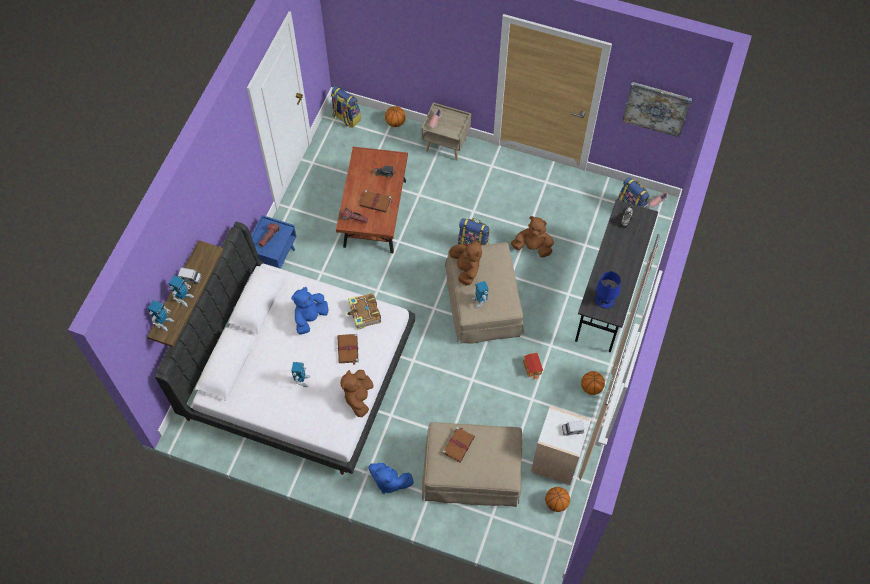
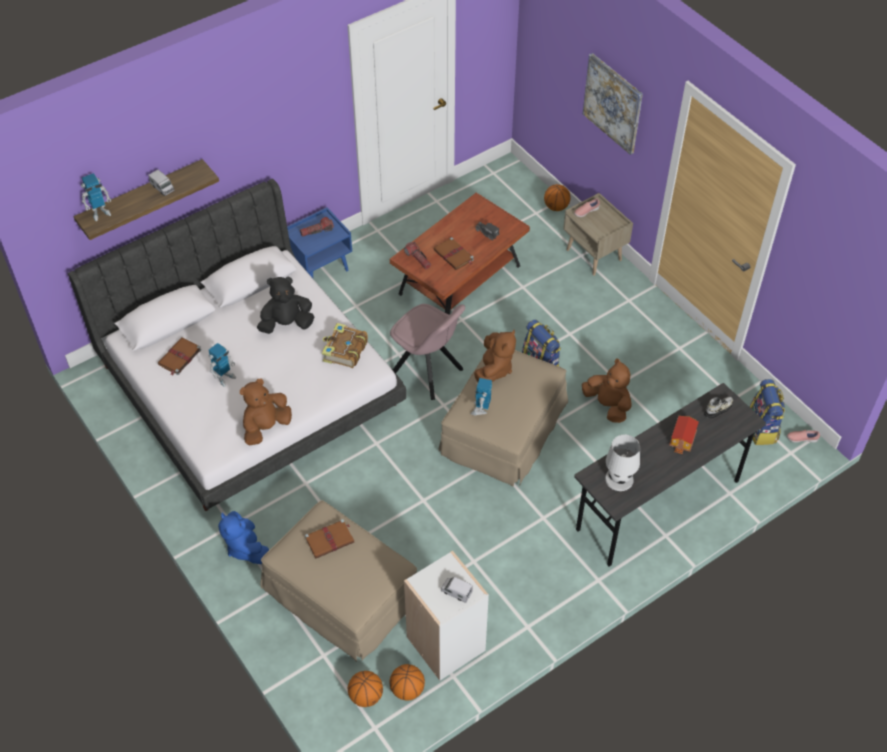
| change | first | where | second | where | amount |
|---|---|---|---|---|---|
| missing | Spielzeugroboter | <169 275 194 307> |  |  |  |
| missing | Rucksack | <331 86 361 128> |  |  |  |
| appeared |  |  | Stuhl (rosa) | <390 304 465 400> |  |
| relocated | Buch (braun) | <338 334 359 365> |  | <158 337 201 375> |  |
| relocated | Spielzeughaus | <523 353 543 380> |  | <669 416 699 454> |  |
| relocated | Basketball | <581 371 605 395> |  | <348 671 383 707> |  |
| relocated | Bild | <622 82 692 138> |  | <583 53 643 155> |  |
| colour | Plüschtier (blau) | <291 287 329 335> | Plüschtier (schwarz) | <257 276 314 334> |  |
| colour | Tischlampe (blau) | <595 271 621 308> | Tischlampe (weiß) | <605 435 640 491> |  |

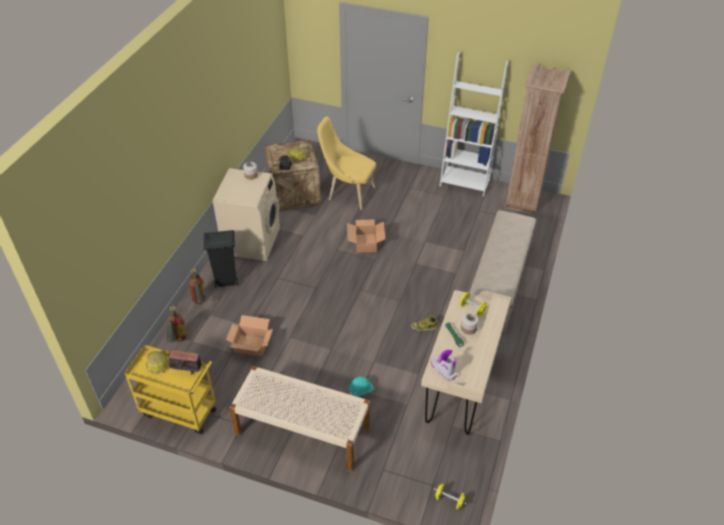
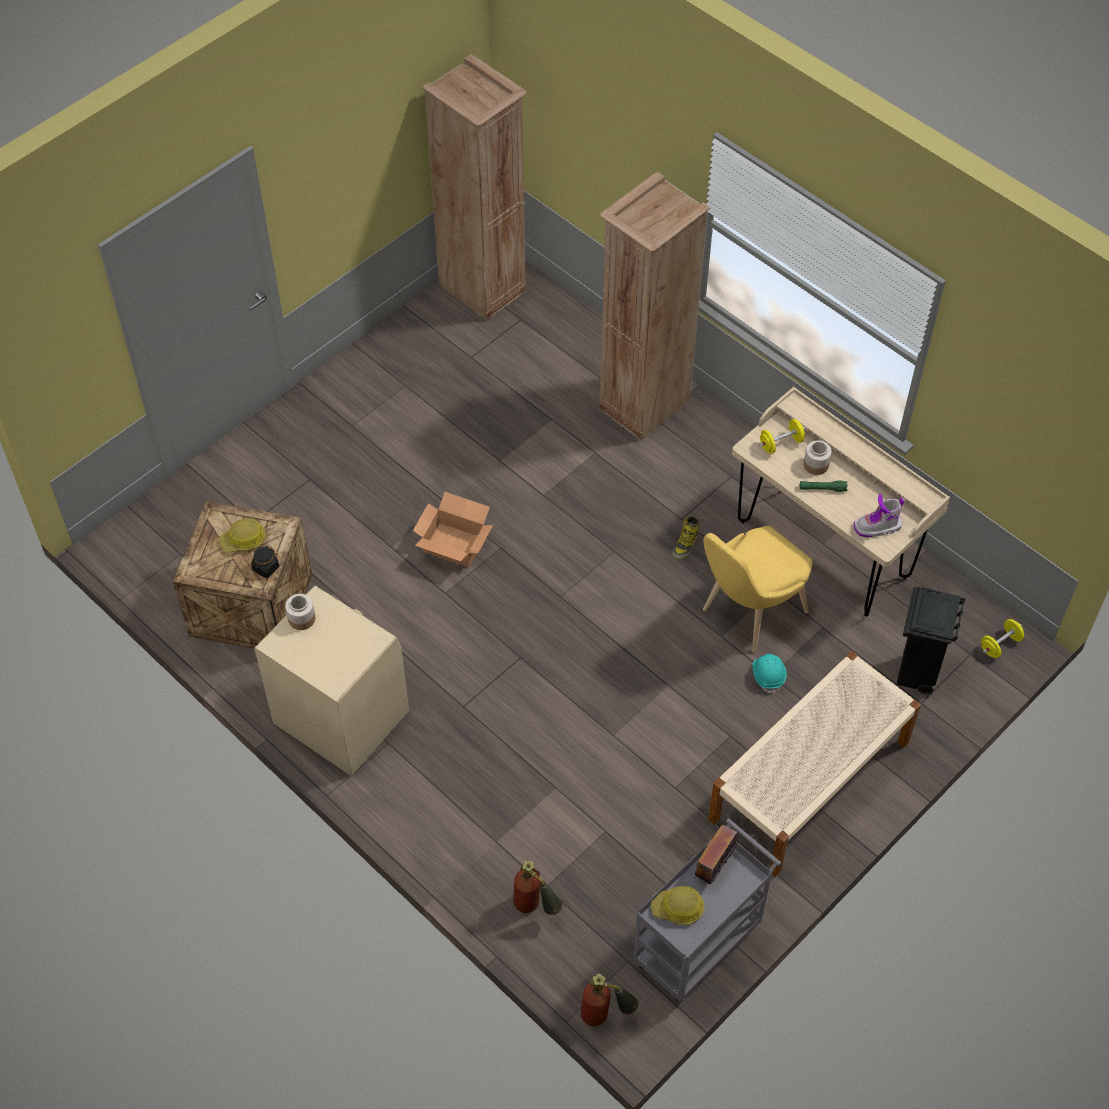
| change | first | where | second | where | amount |
|---|---|---|---|---|---|
| missing | Karton | <226 315 273 356> |  |  |  |
| missing | Bücherregal (weiß) | <439 52 508 197> |  |  |  |
| relocated | Feuerlöscher | <189 269 205 304> |  | <581 973 638 1026> |  |
| relocated | Mülleimer (schwarz) | <204 230 238 288> |  | <897 587 966 694> |  |
| relocated | Stuhl (gelb) | <317 116 376 210> |  | <703 526 813 653> |  |
| exchanged | Bank (beige) | <469 210 536 332> | Schrank (braun) | <599 172 711 440> |  |
| colour | Rollwagen (gelb) | <125 345 216 434> | Rollwagen (grau) | <633 818 782 1003> |  |

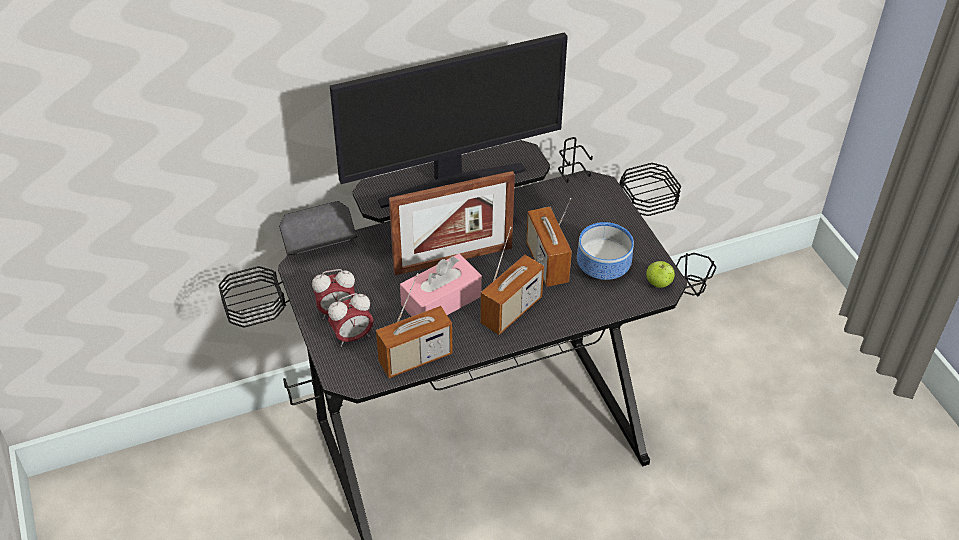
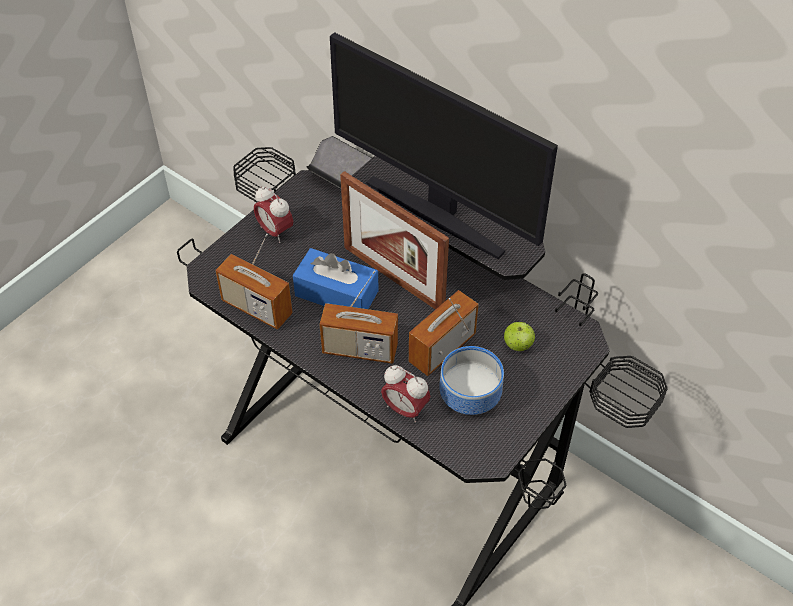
| change | first | where | second | where | amount |
|---|---|---|---|---|---|
| relocated | Wecker | <328 293 374 347> |  | <381 365 431 423> |  |
| relocated | Apfel | <646 261 675 288> |  | <504 322 535 351> |  |
| colour | Taschentuchbox (rosa) | <400 254 482 317> | Taschentuchbox (blau) | <293 248 379 309> |  |

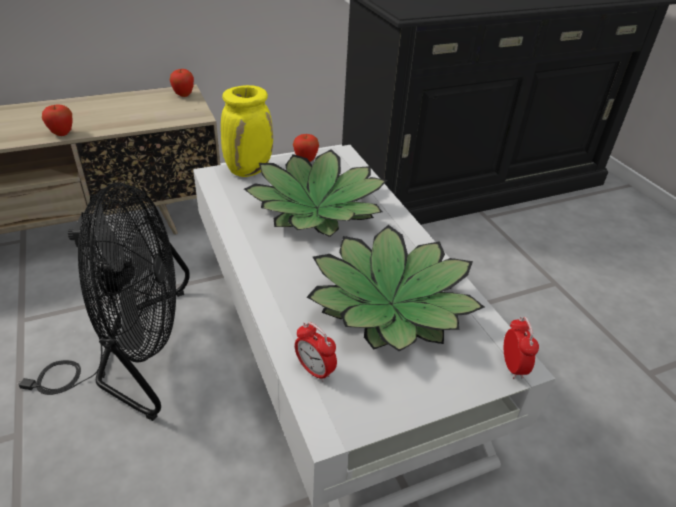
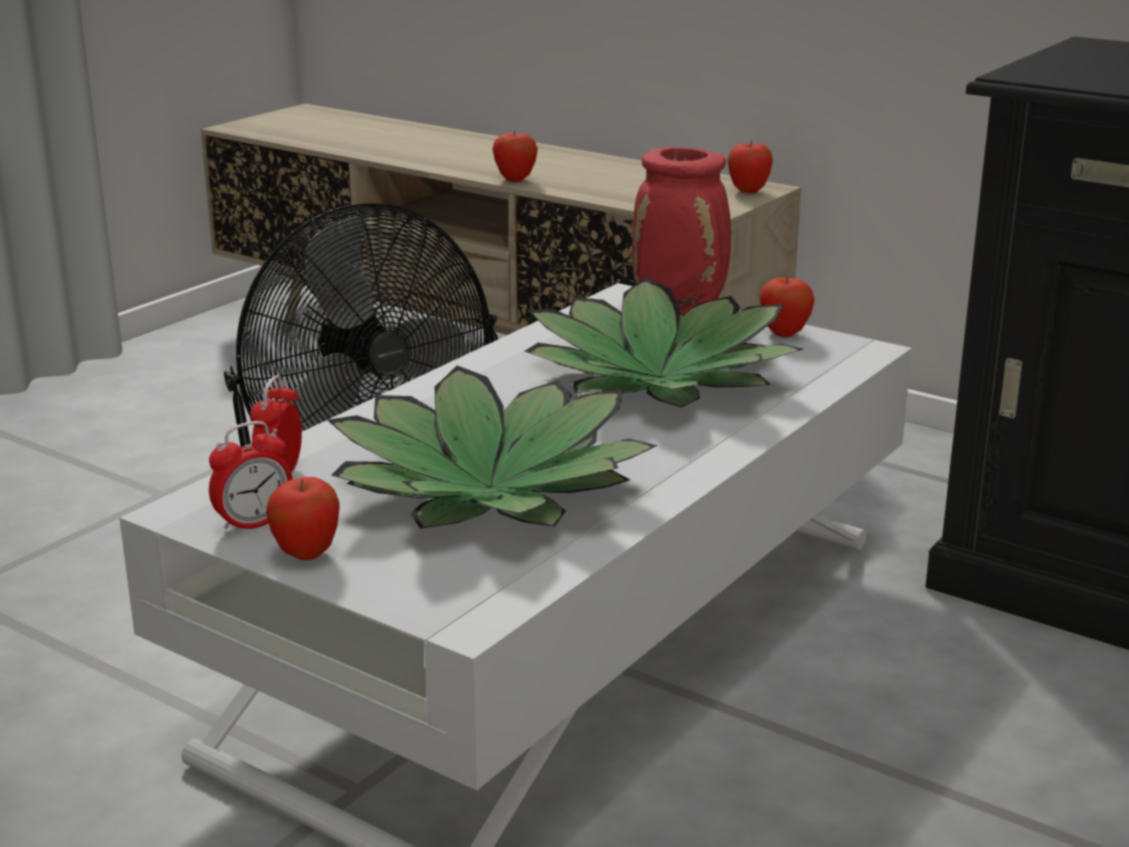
| change | first | where | second | where | amount |
|---|---|---|---|---|---|
| appeared |  |  | Apfel | <266 477 340 560> |  |
| relocated | Wecker | <504 316 539 379> |  | <209 421 293 535> |  |
| colour | Vase (gelb) | <221 85 273 177> | Vase (rot) | <632 147 731 316> |  |

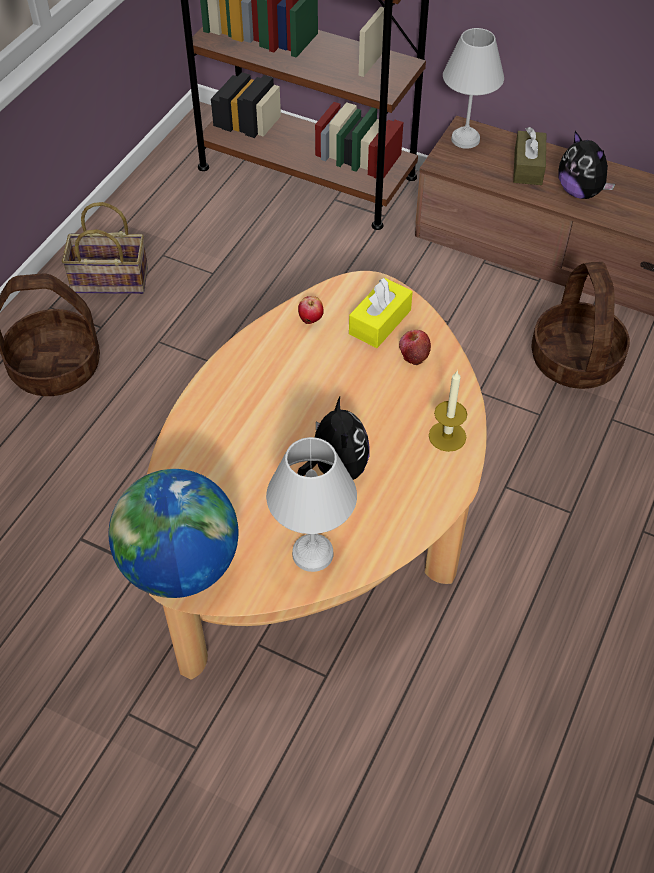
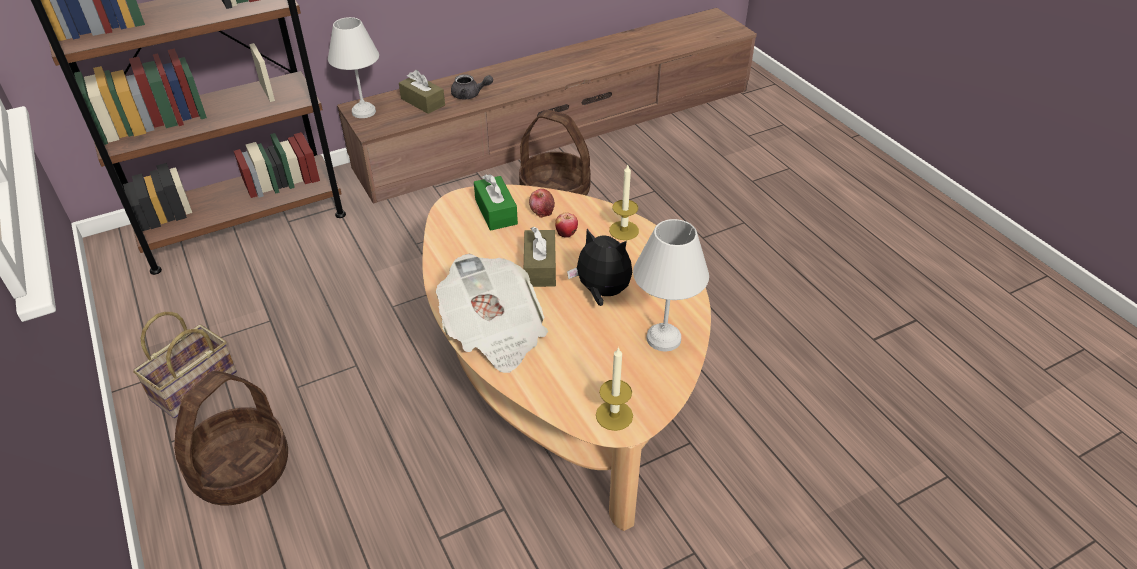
| change | first | where | second | where | amount |
|---|---|---|---|---|---|
| appeared |  |  | Zeitung | <436 254 548 373> |  |
| appeared |  |  | Taschentuchbox (braun) | <524 227 556 287> |  |
| relocated | Apfel | <298 296 324 324> |  | <555 213 578 238> |  |
| exchanged | Globus | <109 469 238 598> | Kerze | <596 347 633 431> |  |
| exchanged | Plüschtier | <558 131 615 199> | Teekanne (grau) | <451 74 493 99> |  |
| colour | Taschentuchbox (gelb) | <349 278 413 348> | Taschentuchbox (grün) | <474 174 518 231> |  |

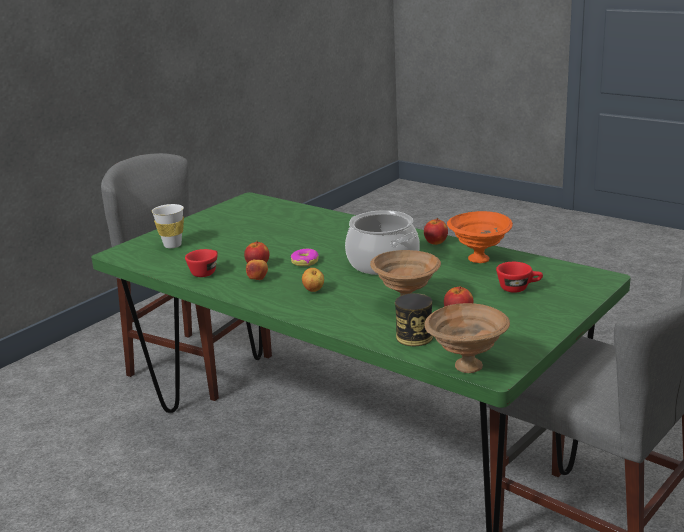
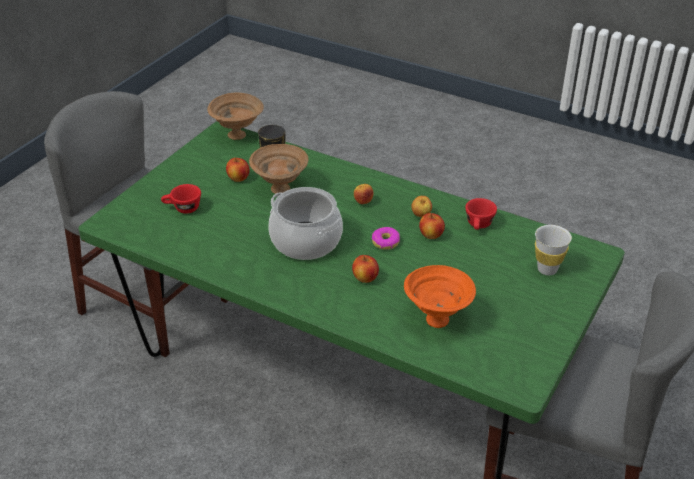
| change | first | where | second | where | amount |
|---|---|---|---|---|---|
| relocated | Apfel | <424 218 448 245> |  | <352 255 379 283> |  |
| relocated | Schüssel (orange) | <447 211 513 263> |  | <404 265 476 328> |  |

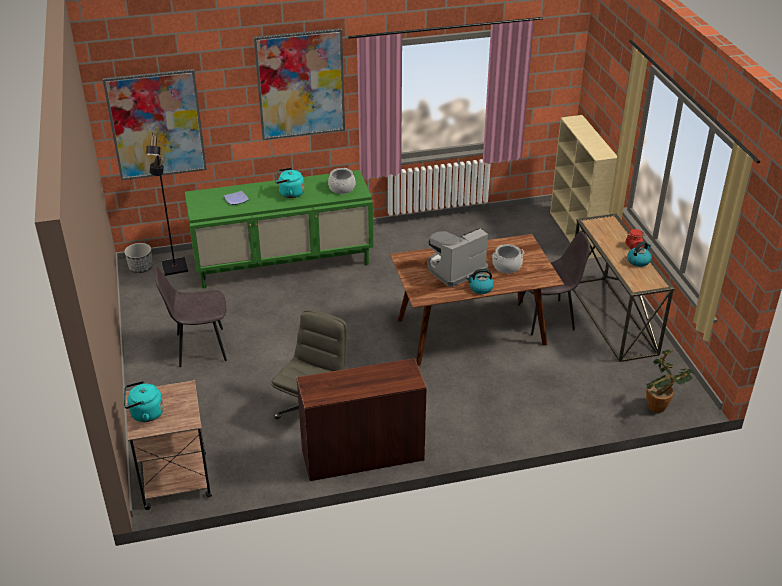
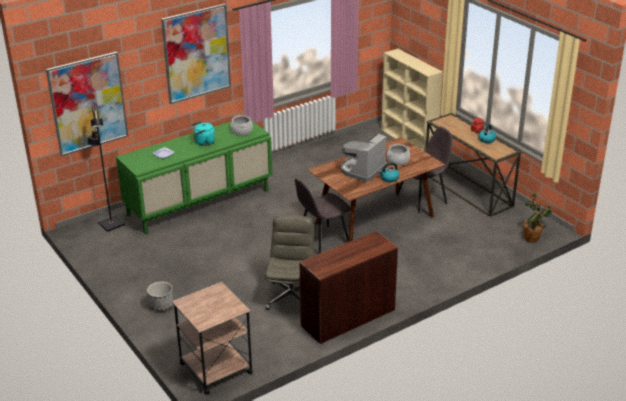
| change | first | where | second | where | amount |
|---|---|---|---|---|---|
| missing | Wasserkessel (türkis) | <124 381 164 422> |  |  |  |
| relocated | Pflanzkübel | <124 243 153 273> |  | <147 281 173 311> |  |
| relocated | Stuhl (grau) | <155 266 227 367> |  | <295 179 350 254> |  |

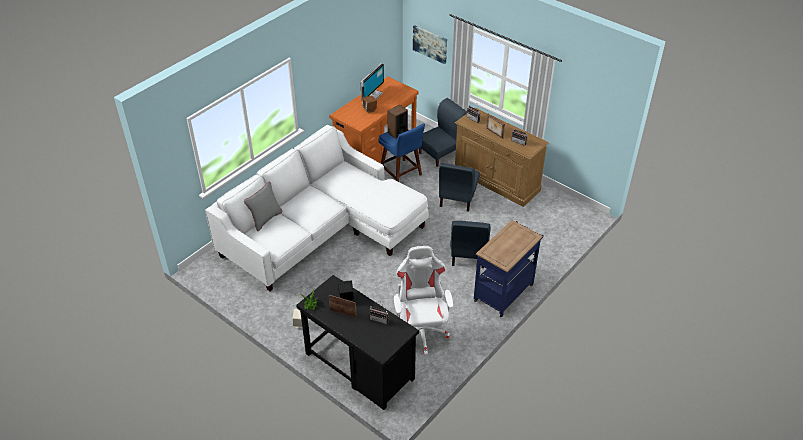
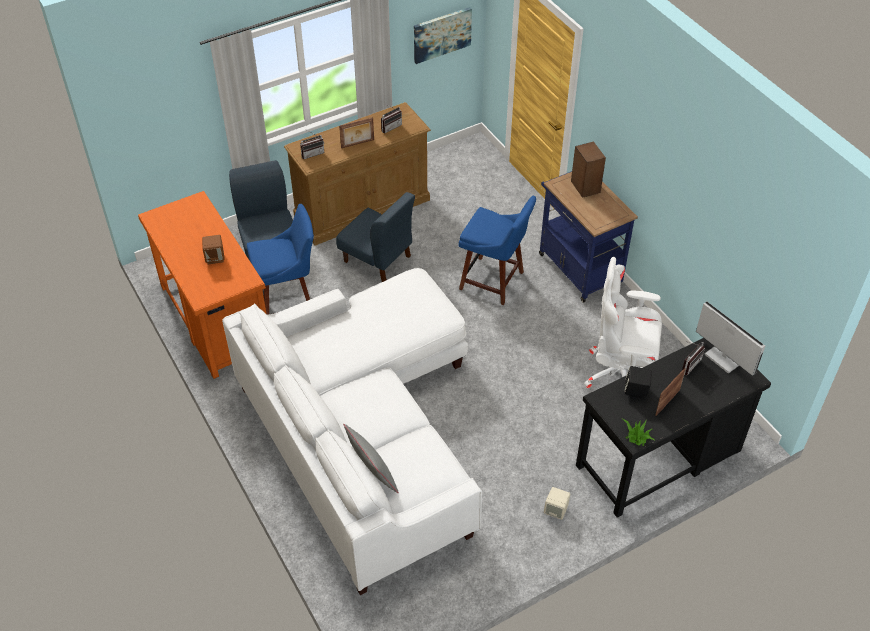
| change | first | where | second | where | amount |
|---|---|---|---|---|---|
| relocated | Monitor | <361 63 384 100> |  | <696 302 765 376> |  |
| relocated | Lautsprecher | <387 104 408 139> |  | <571 141 606 198> |  |
| relocated | Bild | <413 25 447 64> |  | <414 7 472 64> |  |
| exchanged | Stuhl (blau) | <450 221 491 268> | Hocker (blau) | <459 196 536 305> |  |

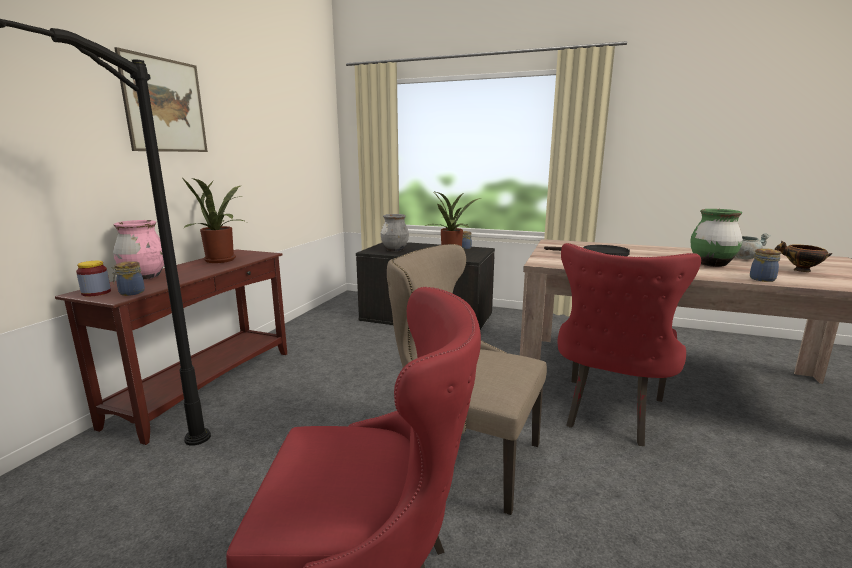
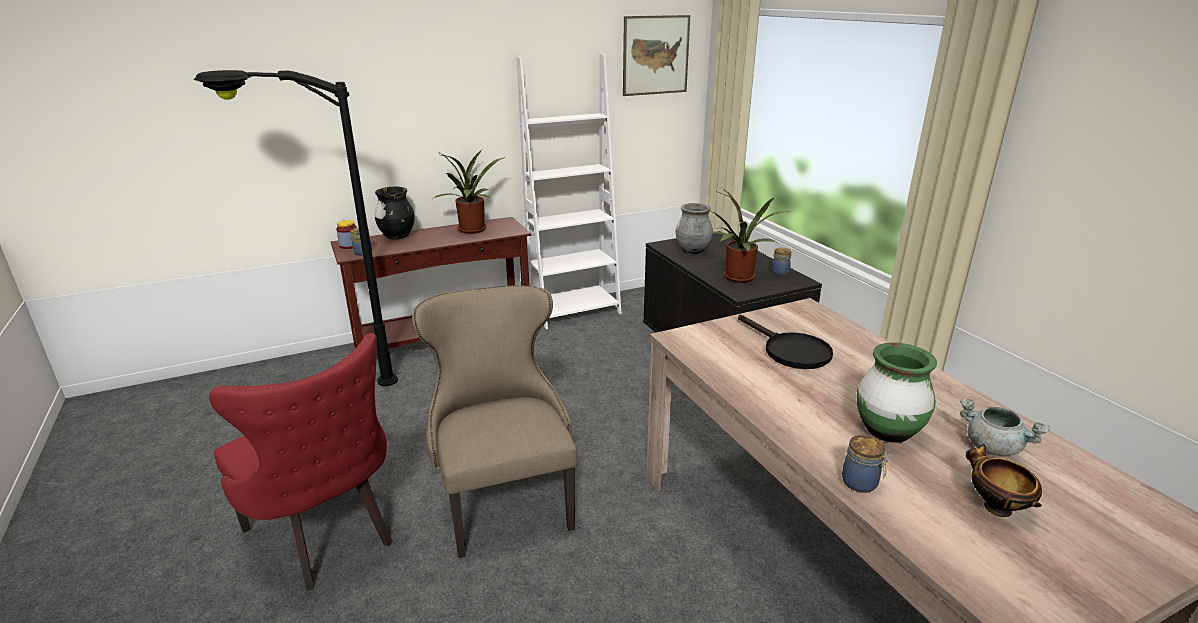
| change | first | where | second | where | amount |
|---|---|---|---|---|---|
| missing | Stuhl (rot) | <558 243 701 446> |  |  |  |
| appeared |  |  | Bücherregal (weiß) | <517 53 622 329> |  |
| relocated | Bild | <114 47 208 152> |  | <623 15 690 96> |  |
| colour | Vase (rosa) | <113 220 164 280> | Vase (schwarz) | <374 187 415 240> |  |

